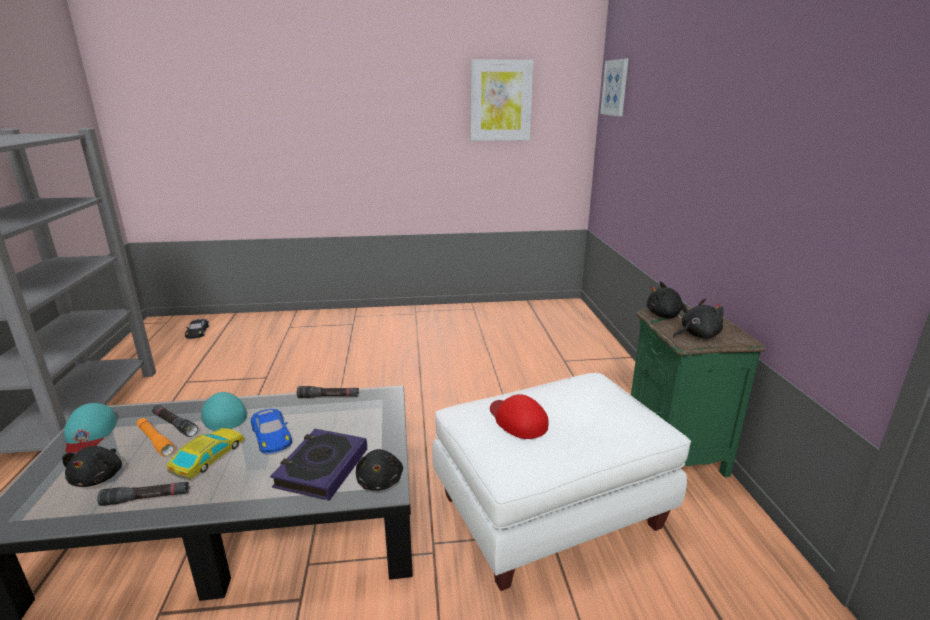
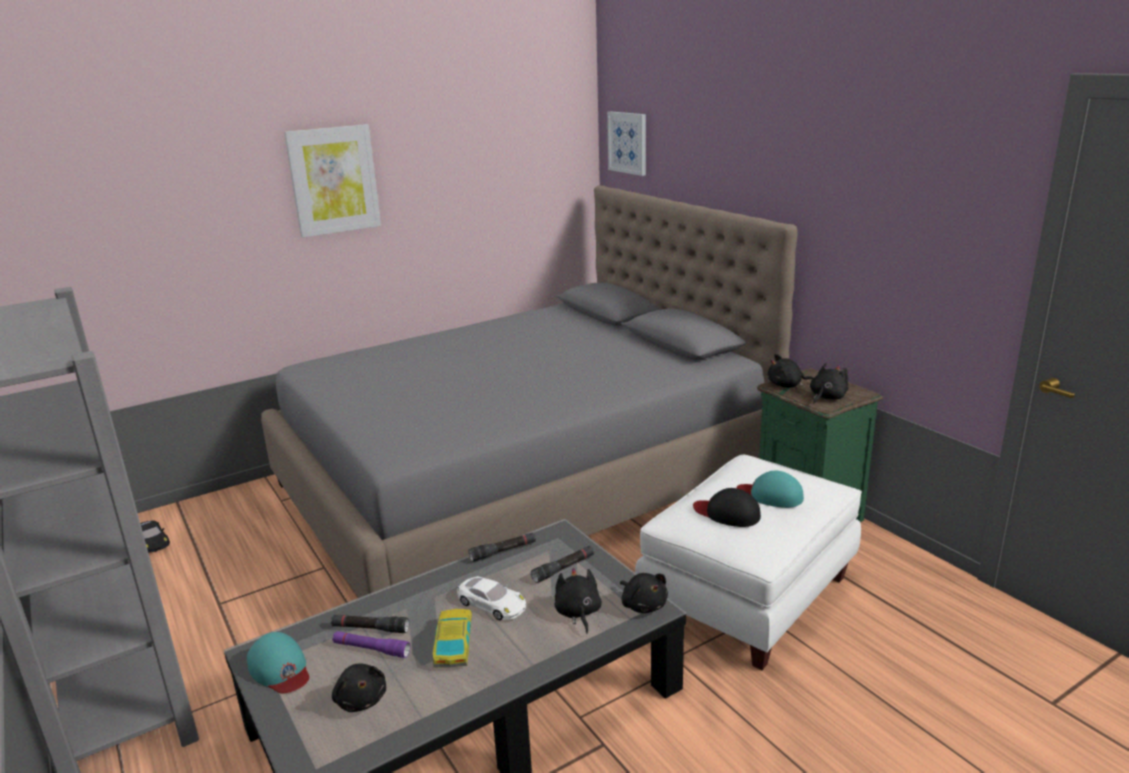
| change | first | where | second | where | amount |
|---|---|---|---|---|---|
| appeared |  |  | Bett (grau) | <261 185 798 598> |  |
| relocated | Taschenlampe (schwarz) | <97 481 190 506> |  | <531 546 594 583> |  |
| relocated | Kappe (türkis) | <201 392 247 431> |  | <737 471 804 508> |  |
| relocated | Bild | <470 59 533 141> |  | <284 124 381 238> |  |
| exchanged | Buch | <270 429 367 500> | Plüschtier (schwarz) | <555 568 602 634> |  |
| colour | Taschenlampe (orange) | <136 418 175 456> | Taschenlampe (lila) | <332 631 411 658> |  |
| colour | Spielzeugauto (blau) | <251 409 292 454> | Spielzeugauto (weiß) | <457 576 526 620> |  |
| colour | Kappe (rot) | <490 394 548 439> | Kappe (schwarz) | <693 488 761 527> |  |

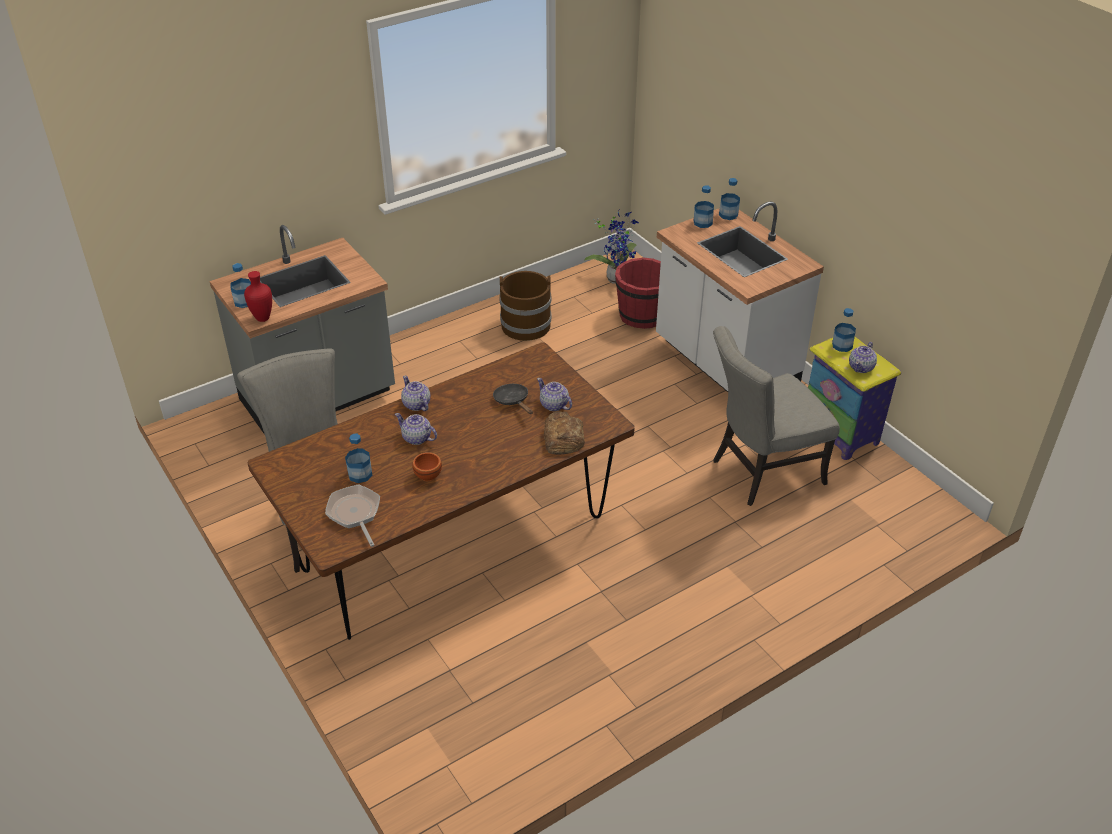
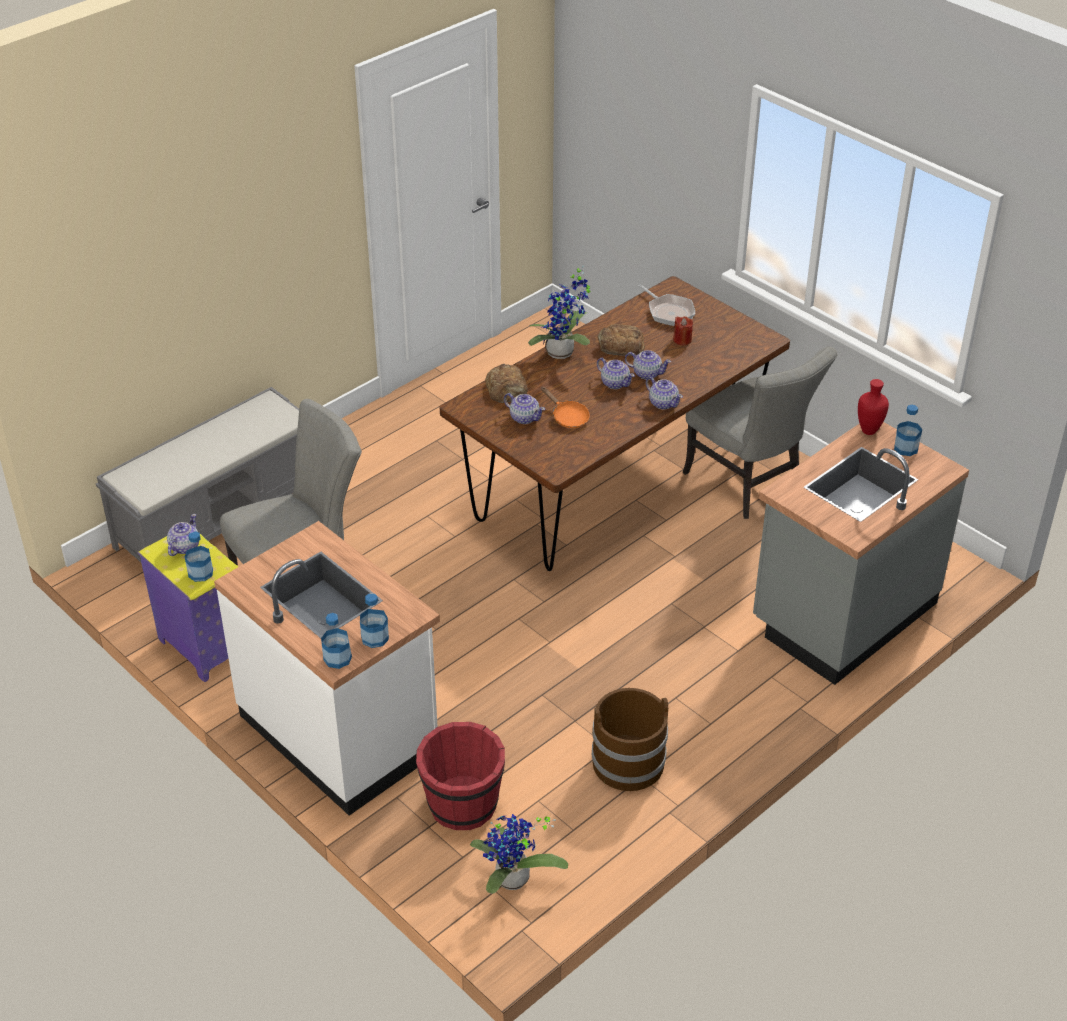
| change | first | where | second | where | amount |
|---|---|---|---|---|---|
| appeared |  |  | Bank (grau) | <96 387 299 562> |  |
| appeared |  |  | Topfpflanze | <528 265 590 359> |  |
| appeared |  |  | Teekanne | <597 358 635 389> |  |
| exchanged | Flasche | <345 433 372 483> | Kerze (rot) | <673 316 693 345> |  |
| exchanged | Schüssel (braun) | <412 452 442 481> | Brot | <597 324 645 356> |  |
| colour | Pfanne (schwarz) | <493 384 533 414> | Pfanne (orange) | <541 387 590 428> |  |

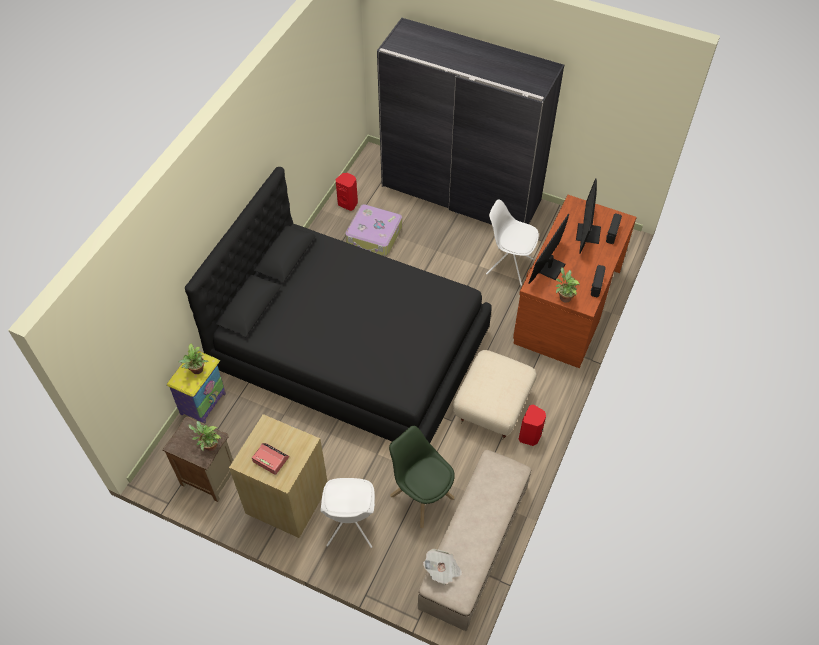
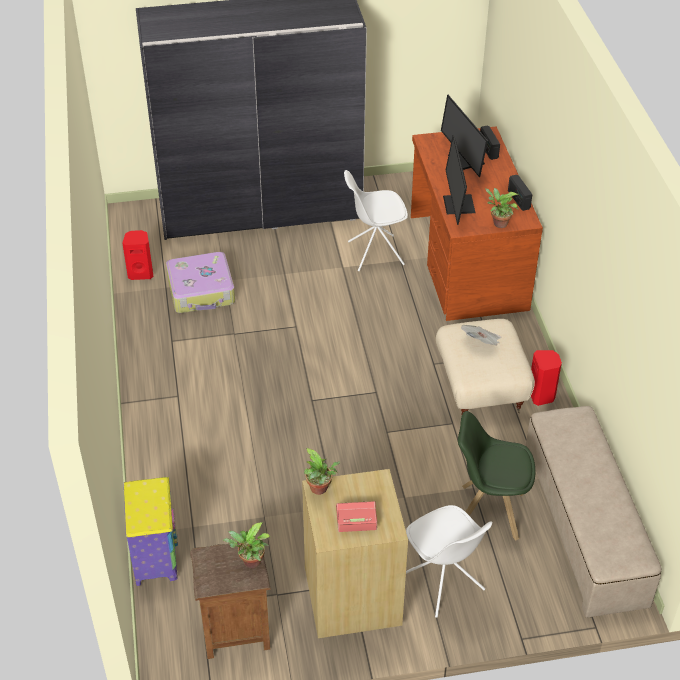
| change | first | where | second | where | amount |
|---|---|---|---|---|---|
| missing | Bett (schwarz) | <185 167 491 443> |  |  |  |
| relocated | Topfpflanze | <178 343 209 374> |  | <304 448 340 495> |  |
| relocated | Zeitung | <423 549 462 585> |  | <461 325 501 346> |  |

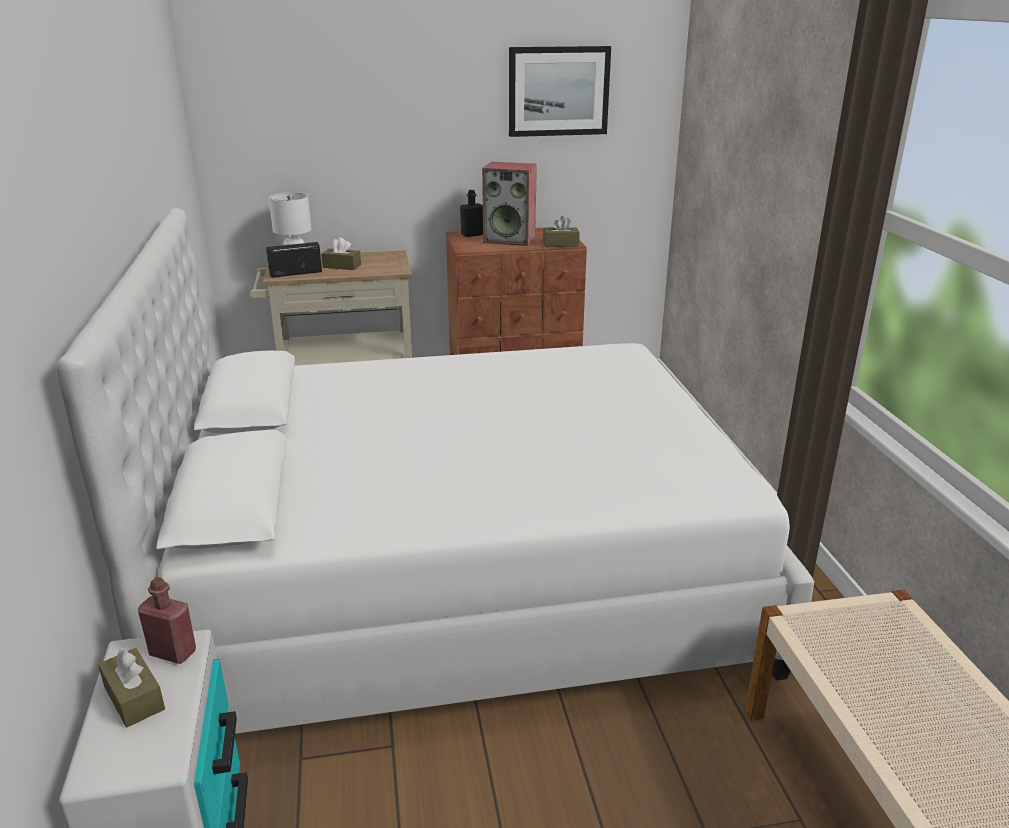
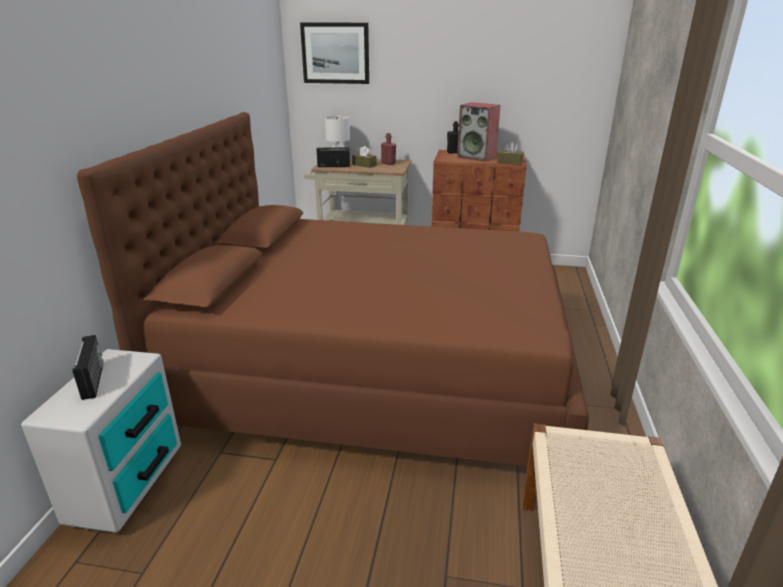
| change | first | where | second | where | amount |
|---|---|---|---|---|---|
| relocated | Flasche (rot) | <138 577 196 664> |  | <381 133 396 165> |  |
| relocated | Bild | <509 46 611 137> |  | <300 23 369 84> |  |
| exchanged | Taschentuchbox (braun) | <98 647 165 727> | Radio | <72 335 104 400> |  |
| colour | Bett (weiß) | <56 208 814 734> | Bett (braun) | <77 112 589 483> |  |

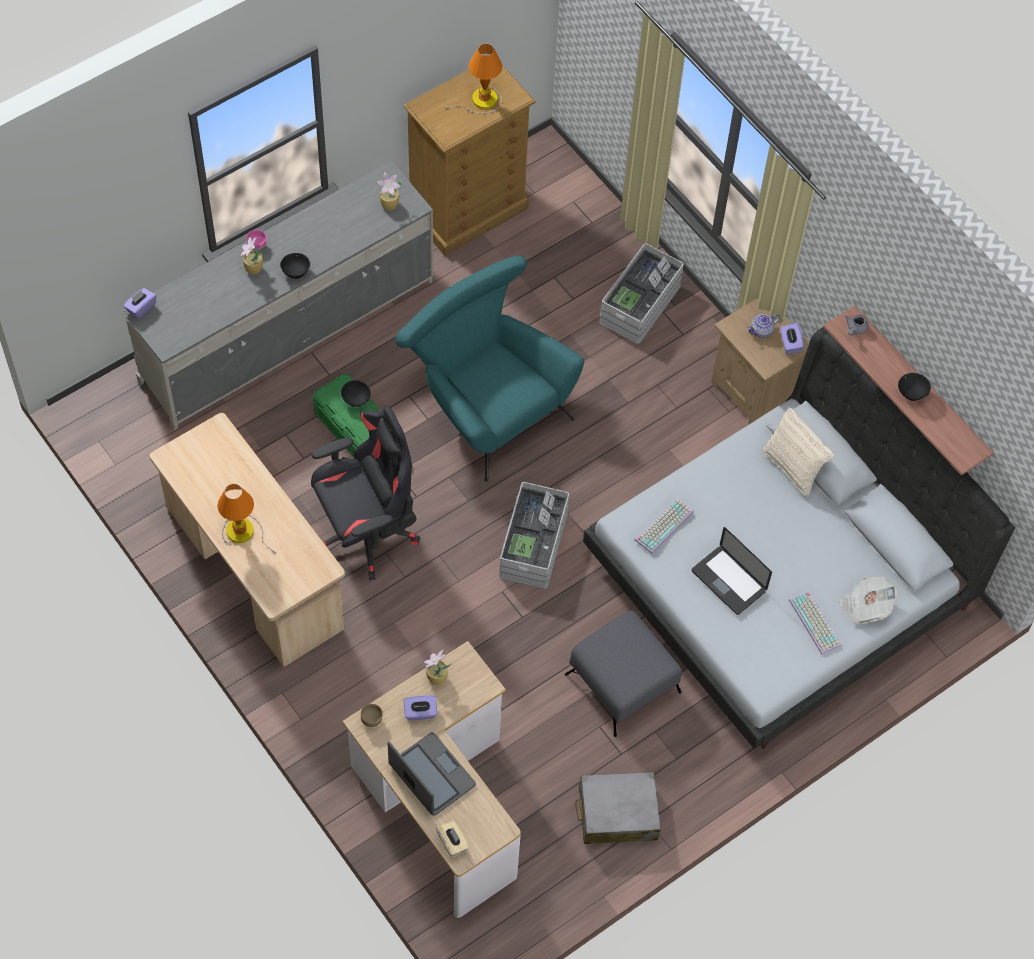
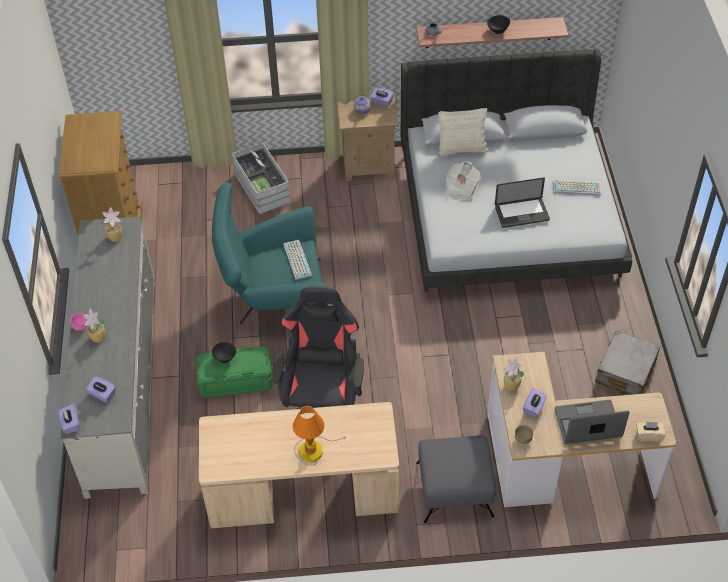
| change | first | where | second | where | amount |
|---|---|---|---|---|---|
| missing | Schüssel (schwarz) | <280 253 310 279> |  |  |  |
| missing | Tischlampe | <446 43 502 114> |  |  |  |
| missing | Aufbewahrungsbox (grau) | <499 482 569 589> |  |  |  |
| appeared |  |  | Taschentuchbox (lila) | <86 376 116 403> |  |
| relocated | Polsterhocker (grau) | <565 611 682 737> |  | <416 435 495 523> |  |
| relocated | Tastatur | <635 498 694 554> |  | <283 240 312 280> |  |
| relocated | Zeitung | <839 577 898 624> |  | <445 161 481 200> |  |

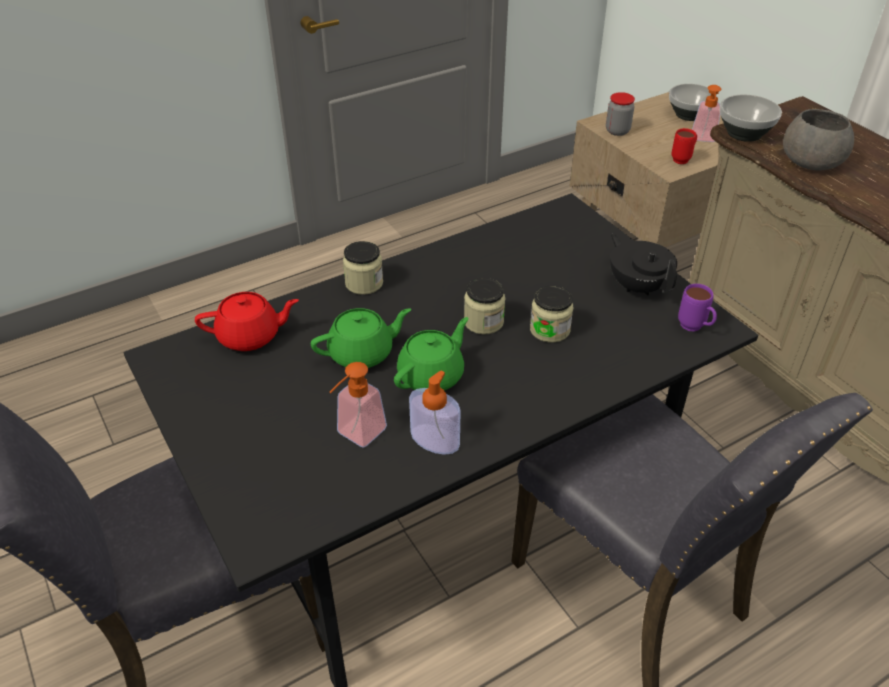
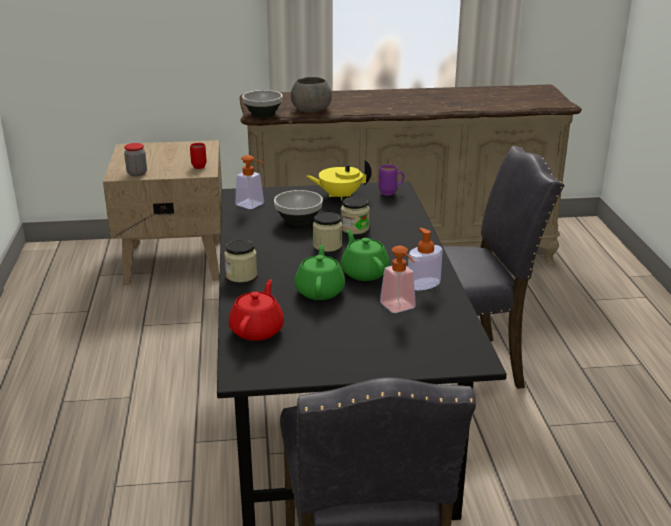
| change | first | where | second | where | amount |
|---|---|---|---|---|---|
| relocated | Schüssel | <669 84 718 121> |  | <274 190 323 226> |  |
| relocated | Seifenspender | <692 85 721 142> |  | <235 155 264 209> |  |
| colour | Teekanne (schwarz) | <610 234 677 296> | Teekanne (gelb) | <306 159 372 200> |  |

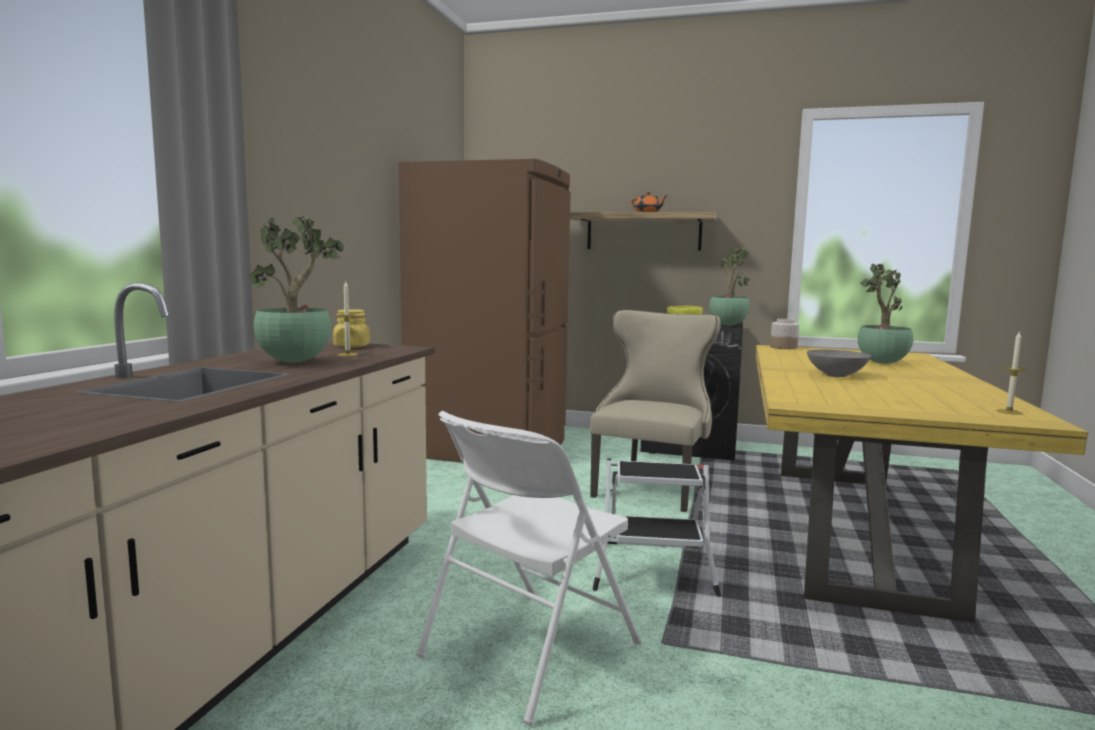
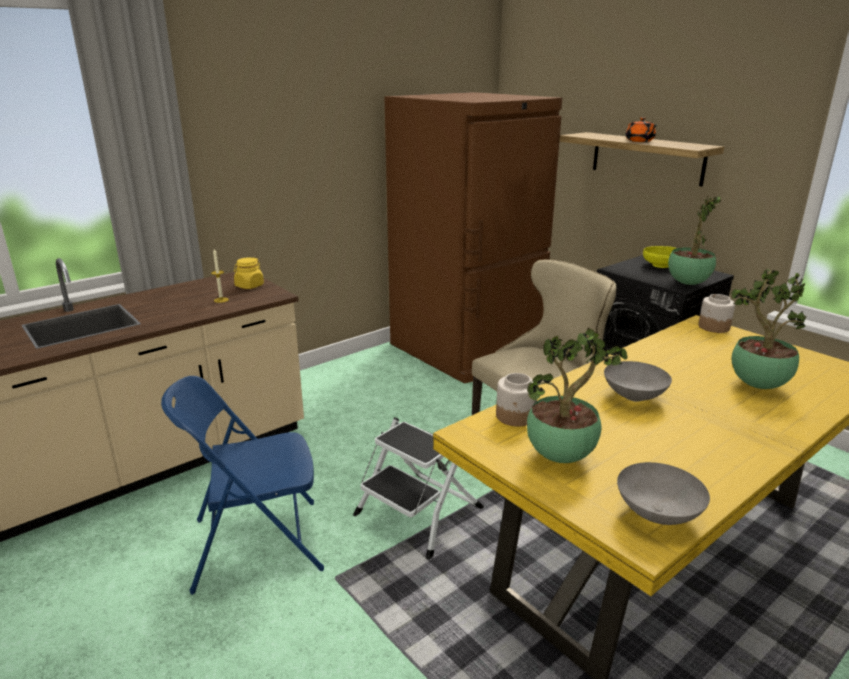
| change | first | where | second | where | amount |
|---|---|---|---|---|---|
| appeared |  |  | Vorratsglas | <496 373 536 427> |  |
| relocated | Topfpflanze | <249 217 344 363> |  | <527 328 627 463> |  |
| exchanged | Kerze | <996 331 1026 415> | Schüssel (grau) | <617 462 710 525> |  |
| colour | Stuhl (weiß) | <416 411 642 727> | Stuhl (blau) | <161 376 324 595> |  |

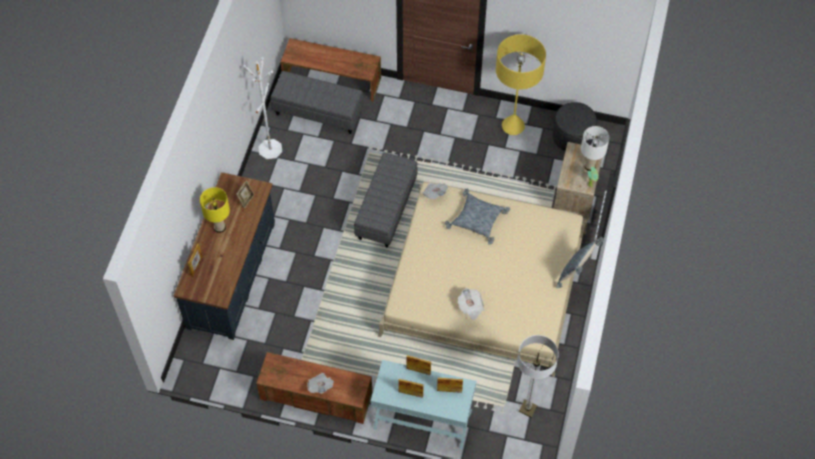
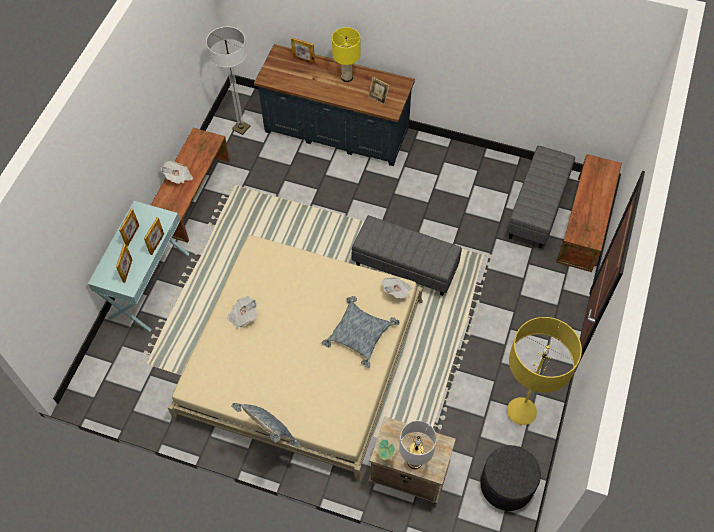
| change | first | where | second | where | amount |
|---|---|---|---|---|---|
| missing | Kleiderständer (weiß) | <243 57 282 159> |  |  |  |
| relocated | Stehlampe | <517 335 559 418> |  | <206 26 250 135> |  |

